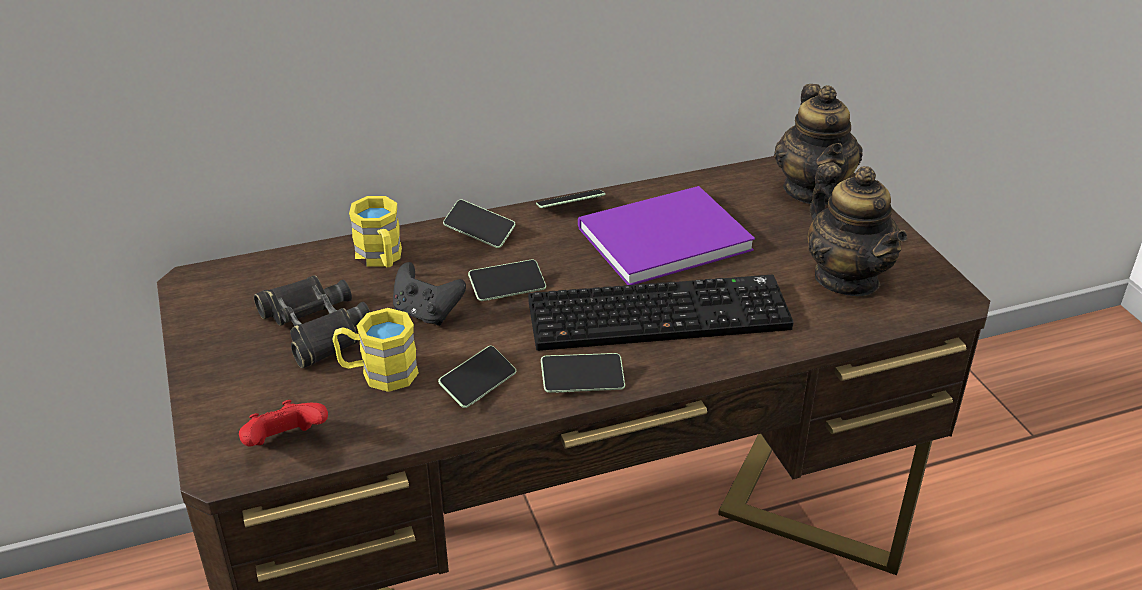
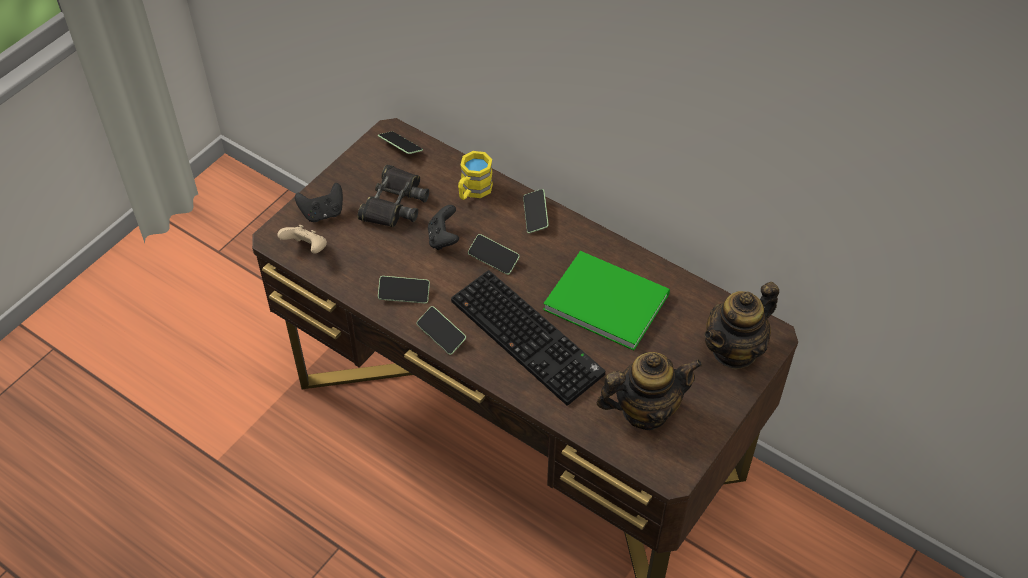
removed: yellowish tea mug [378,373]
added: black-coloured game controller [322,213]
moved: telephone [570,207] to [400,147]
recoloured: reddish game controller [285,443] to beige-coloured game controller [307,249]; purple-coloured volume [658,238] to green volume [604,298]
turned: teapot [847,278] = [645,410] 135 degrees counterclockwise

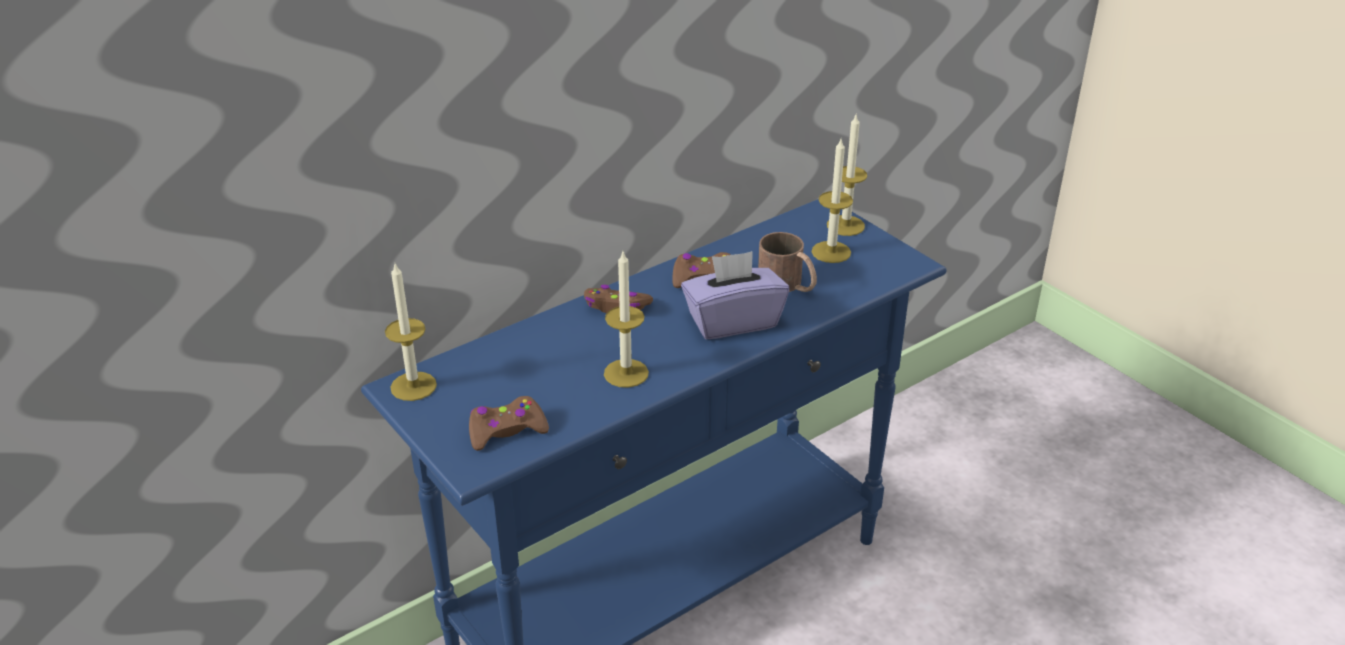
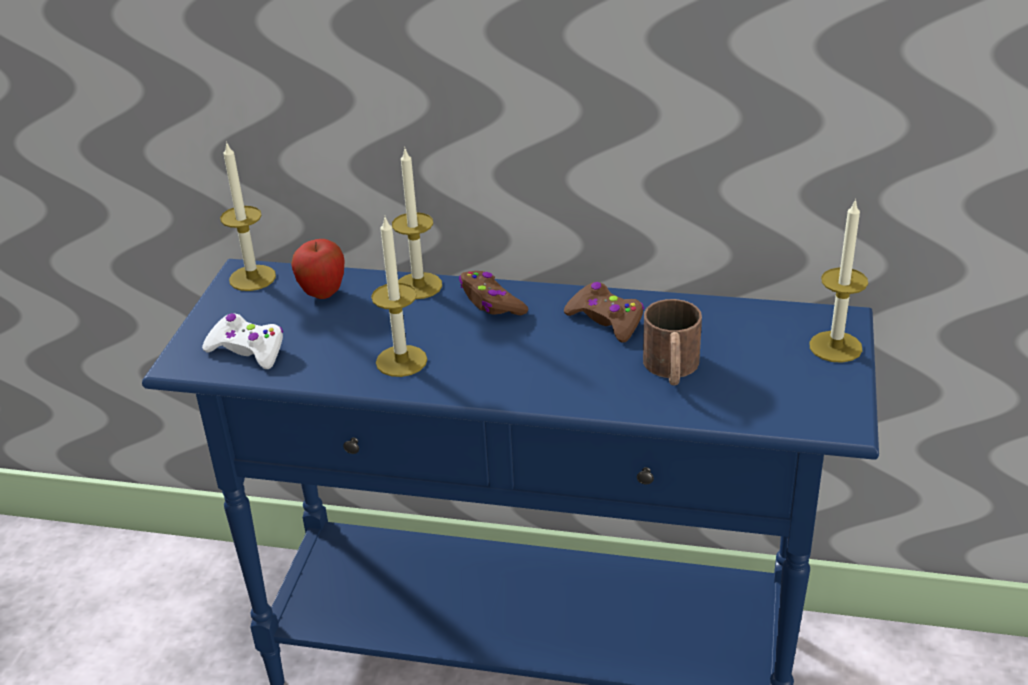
removed: purple-coloured box of tissues [733,321]
added: apple [323,294]
moved: wax candle [831,252] to [418,286]
recoloured: brownish game controller [506,431] to white game controller [247,350]

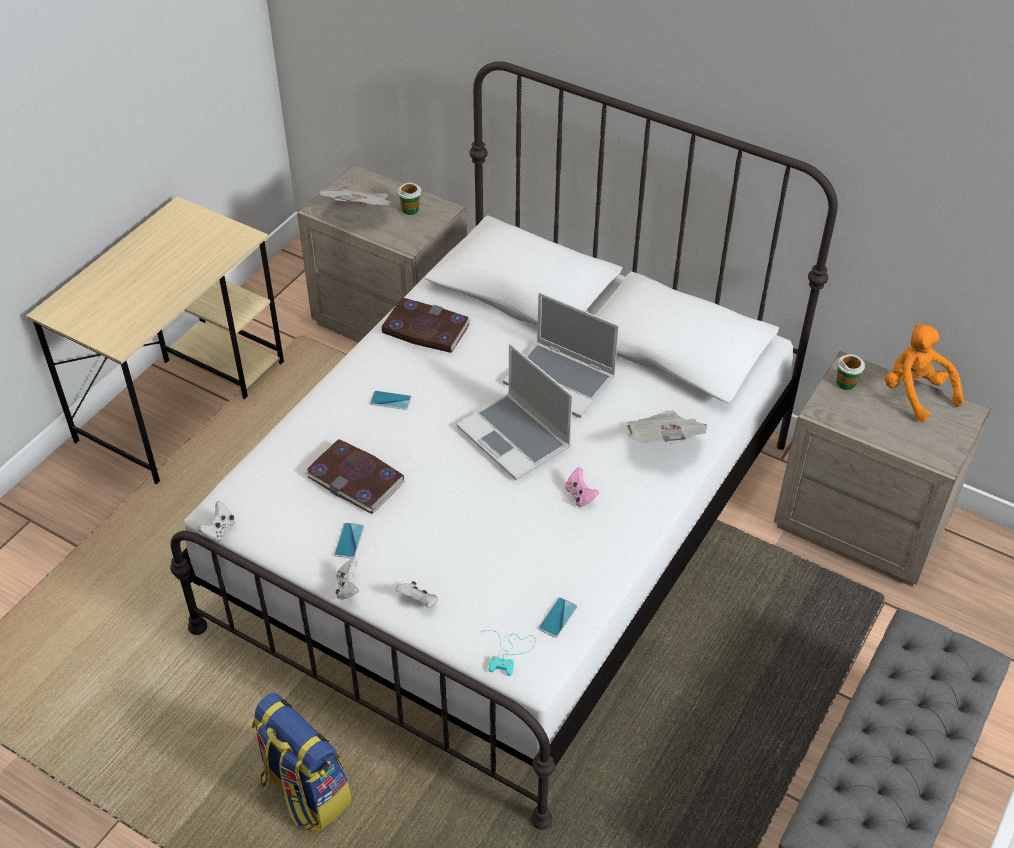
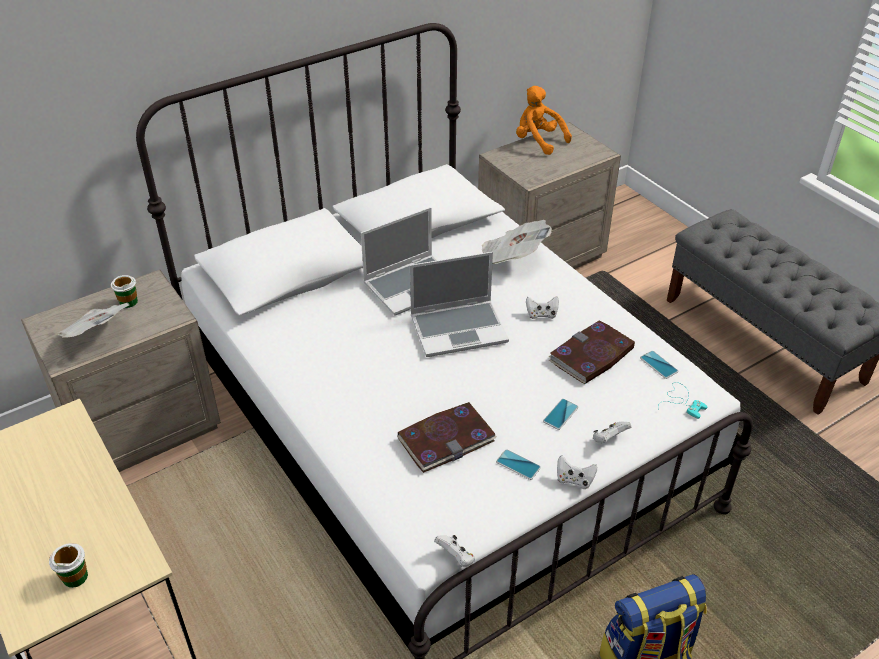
moved: telephone [390,400] to [560,414]; volume [425,329] to [591,355]; drinking cup [846,383] to [75,577]
recoloured: pinkish game controller [580,495] to white game controller [541,314]
turned: orange-coloured cuddly toy [915,393] = [538,141] 45 degrees clockwise

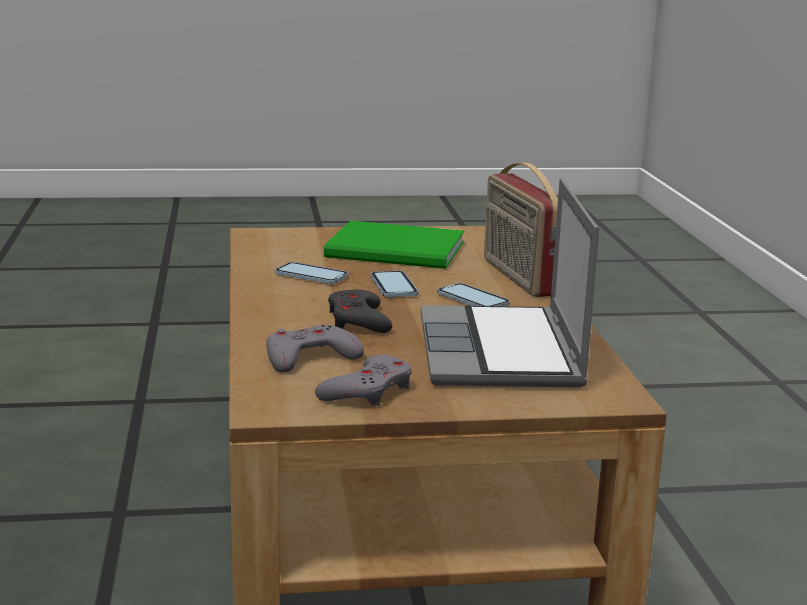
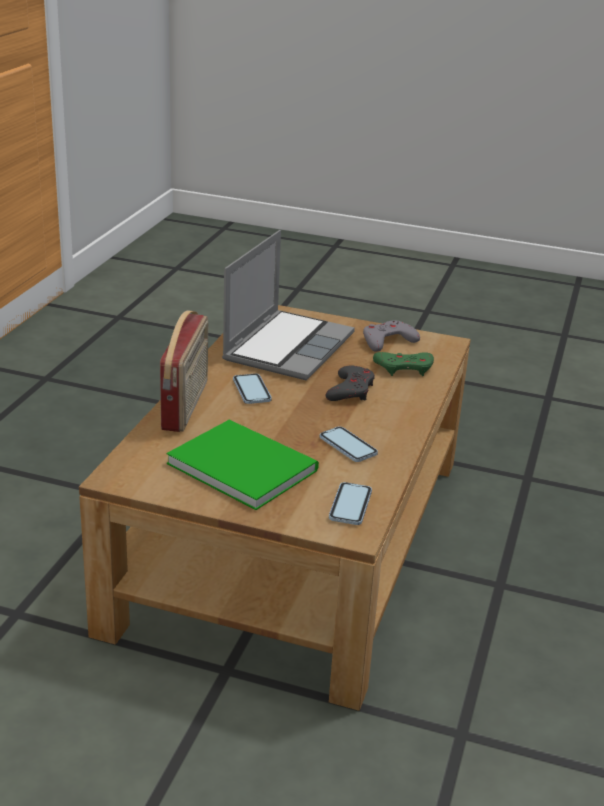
moved: telephone [393,286] to [350,505]
recoloured: greyish game controller [309,357] to green game controller [404,368]

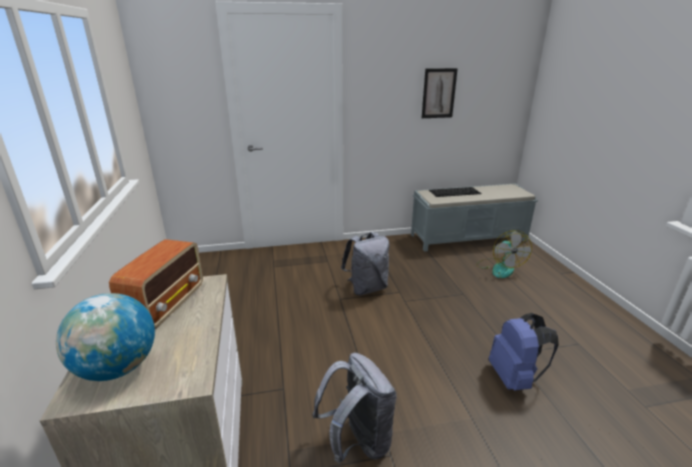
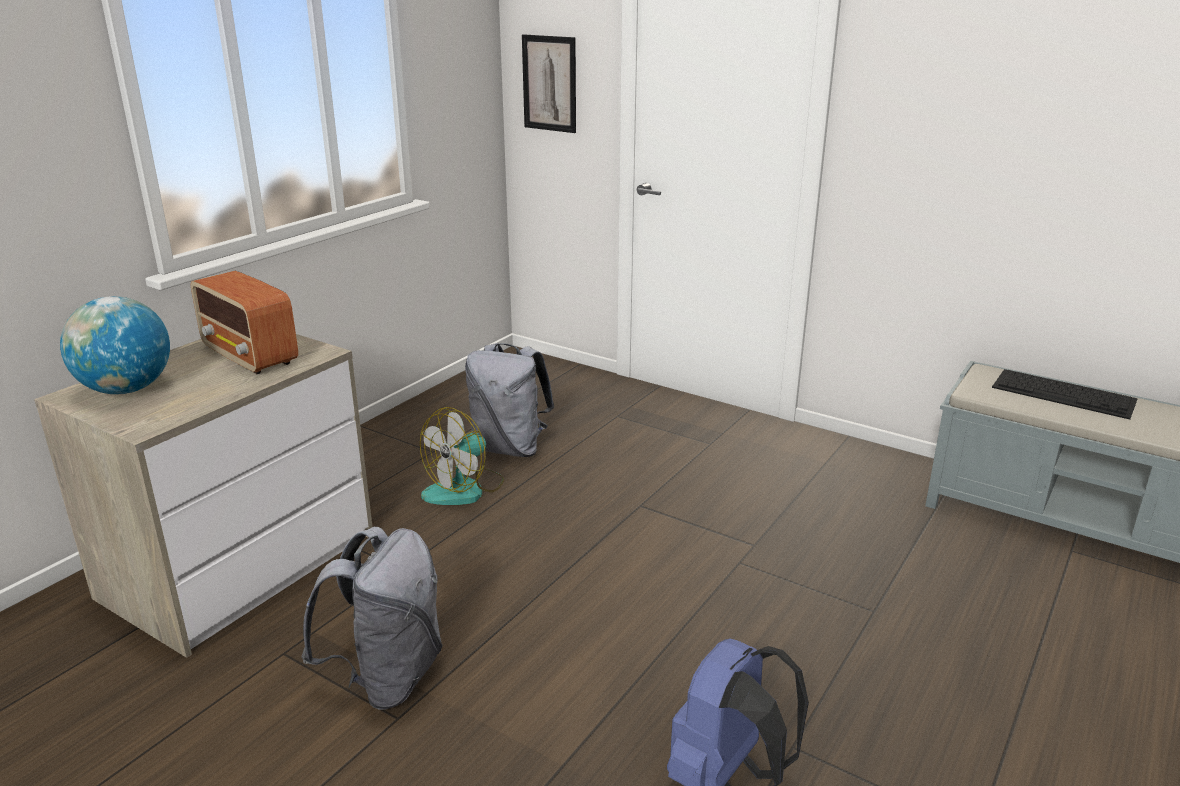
moved: greyish knapsack [366,288] to [510,448]; wall picture [438,93] to [549,83]; electric fan [499,268] to [464,489]
turned: radio [167,304] = [250,356] 75 degrees clockwise

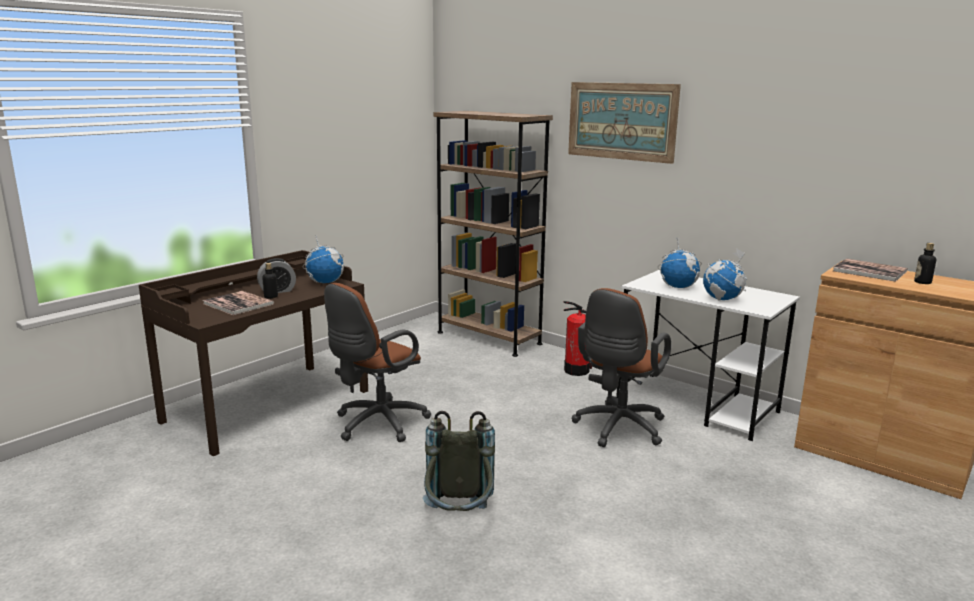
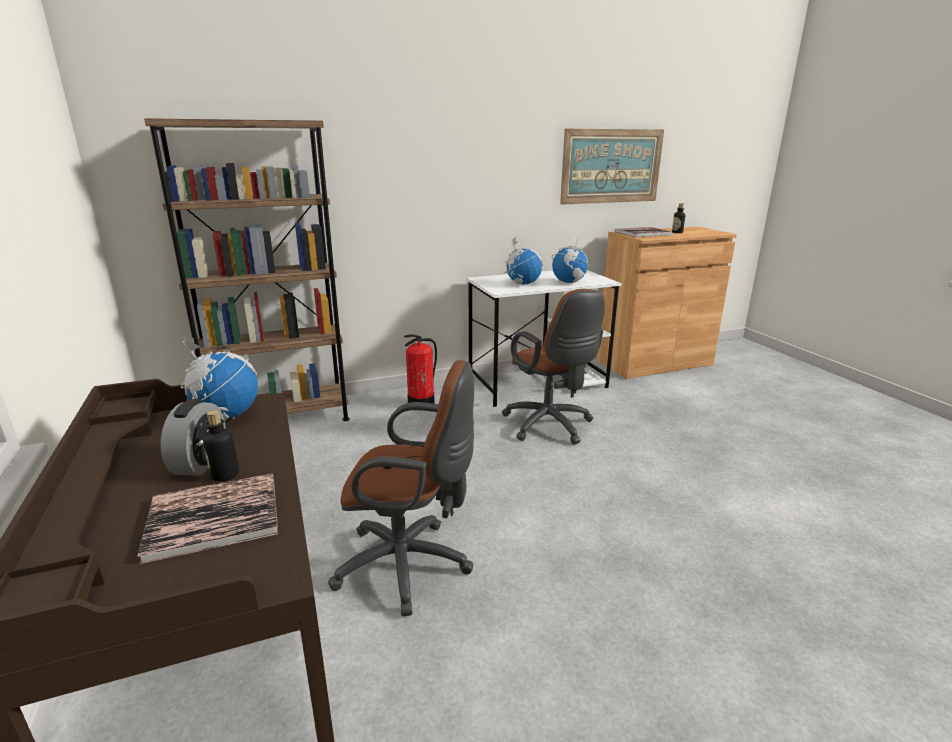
removed: greyish knapsack [459,519]
moved: wall picture [621,121] to [611,166]
turned: brownish computer chair [376,424] = [410,566] 60 degrees counterclockwise

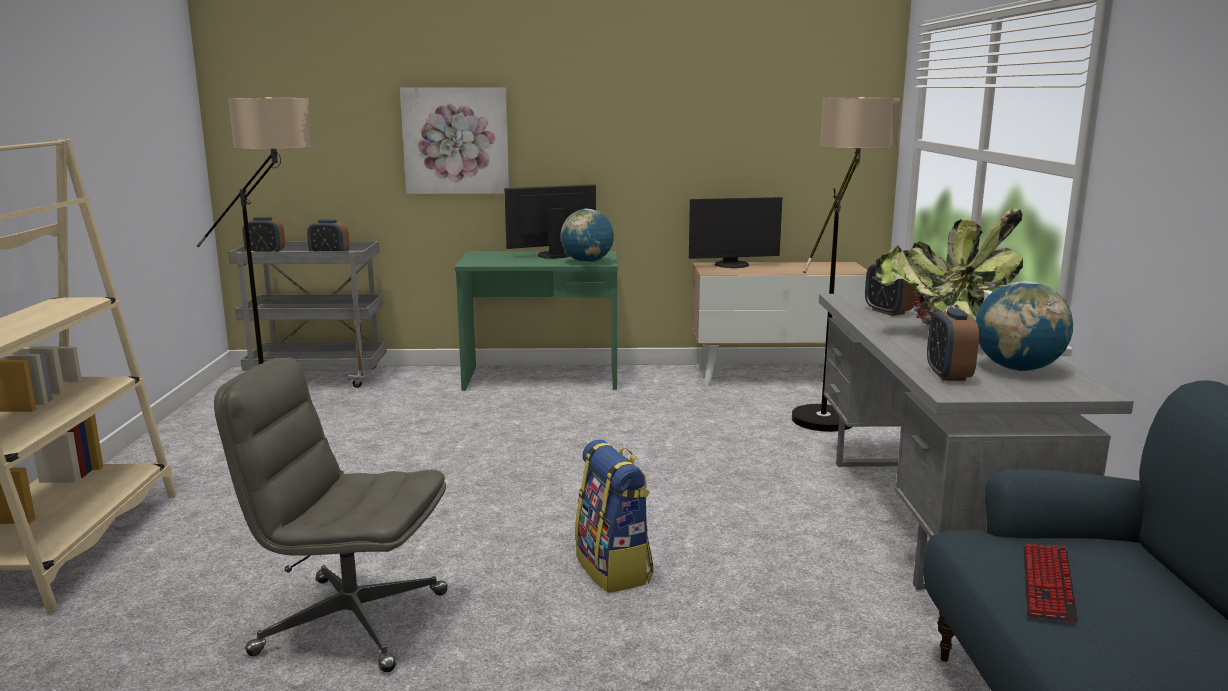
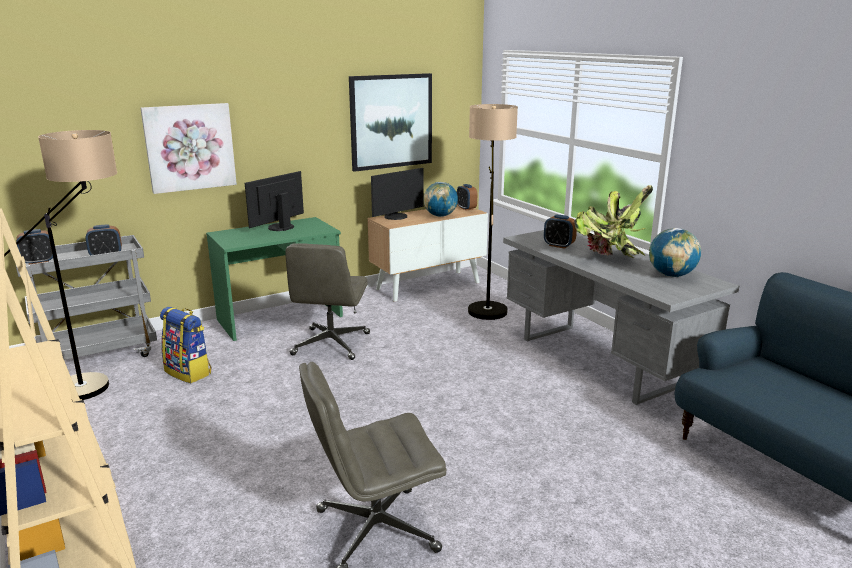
removed: PC keyboard [1047,584]
added: greyish computer chair [331,344]; wall picture [391,121]
moved: world globe [587,262] to [440,216]; knapsack [614,569] to [189,372]; bedside clock [948,375] to [466,208]

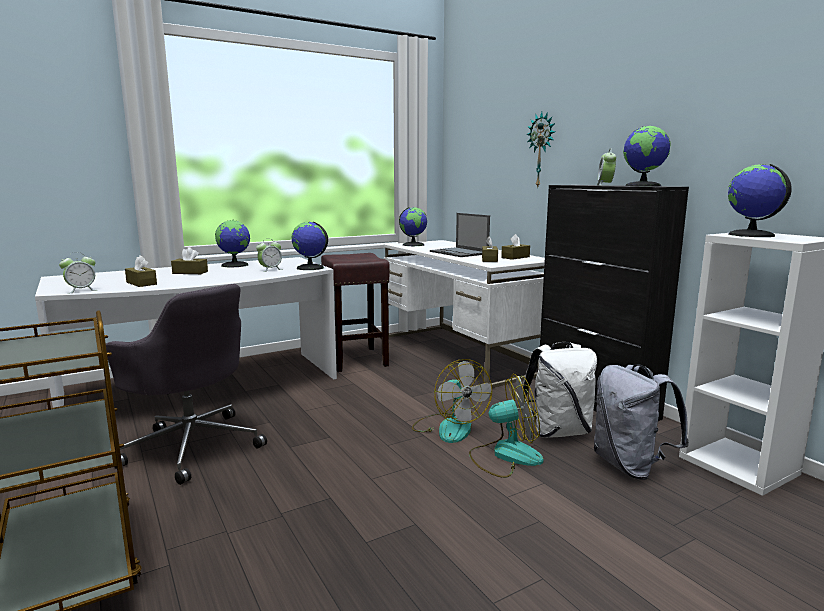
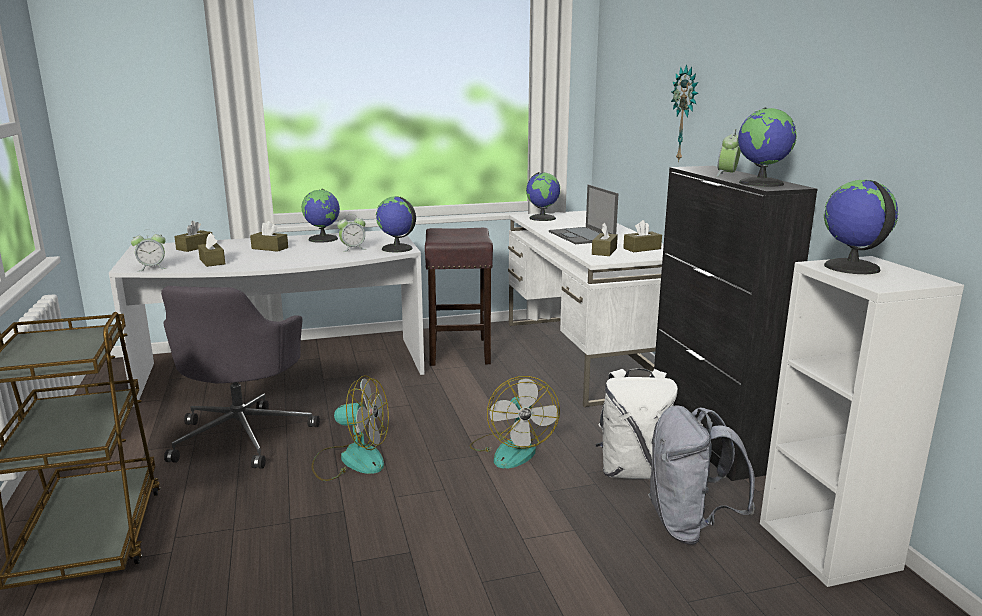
added: brownish box of tissues [195,247]
moved: electric fan [505,455] to [351,459]
turned: greyish computer chair [192,446] = [243,435] 45 degrees clockwise

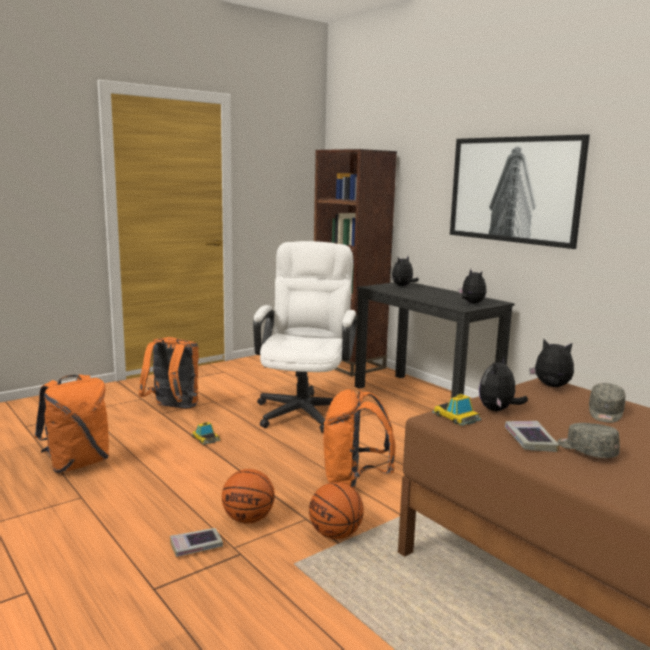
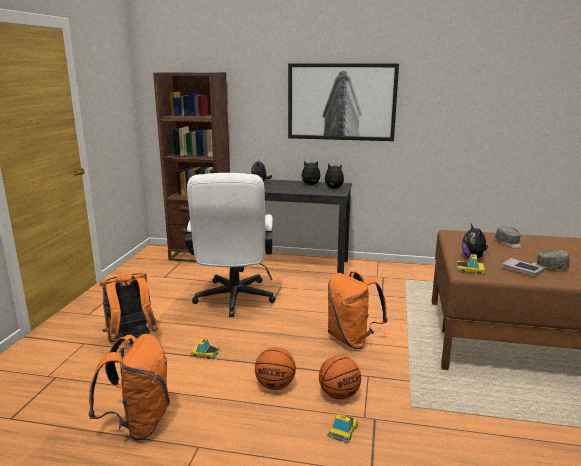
moved: basketball [335,534] to [275,385]; cuddly toy [551,387] to [311,185]
replaced: volume [196,546] to model car [343,430]
turned: white computer chair [305,409] = [233,301] 150 degrees counterclockwise

